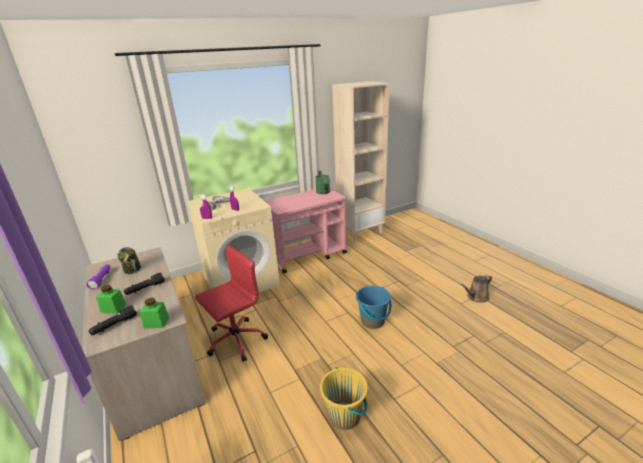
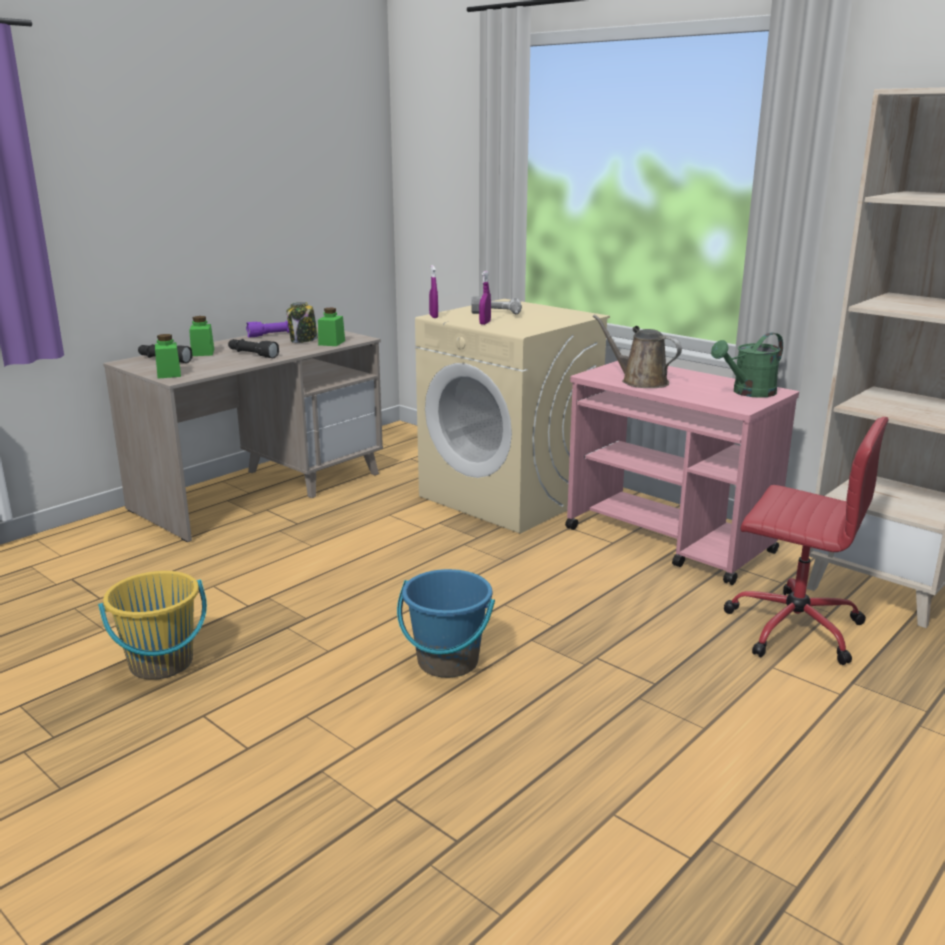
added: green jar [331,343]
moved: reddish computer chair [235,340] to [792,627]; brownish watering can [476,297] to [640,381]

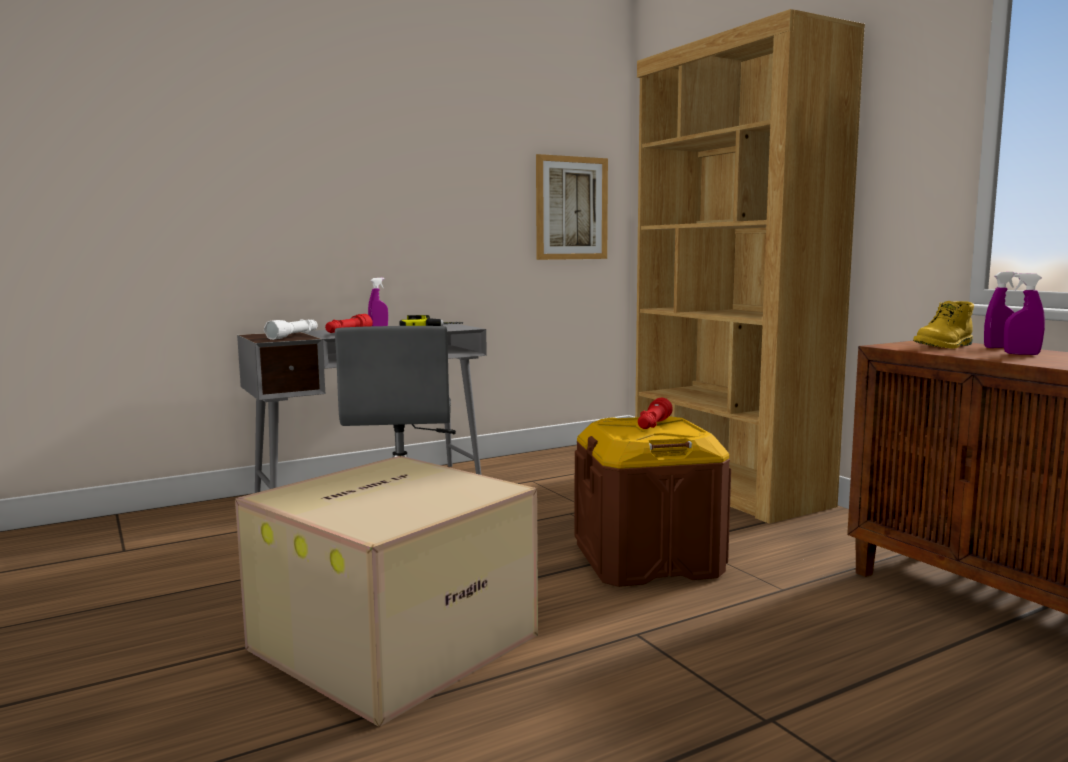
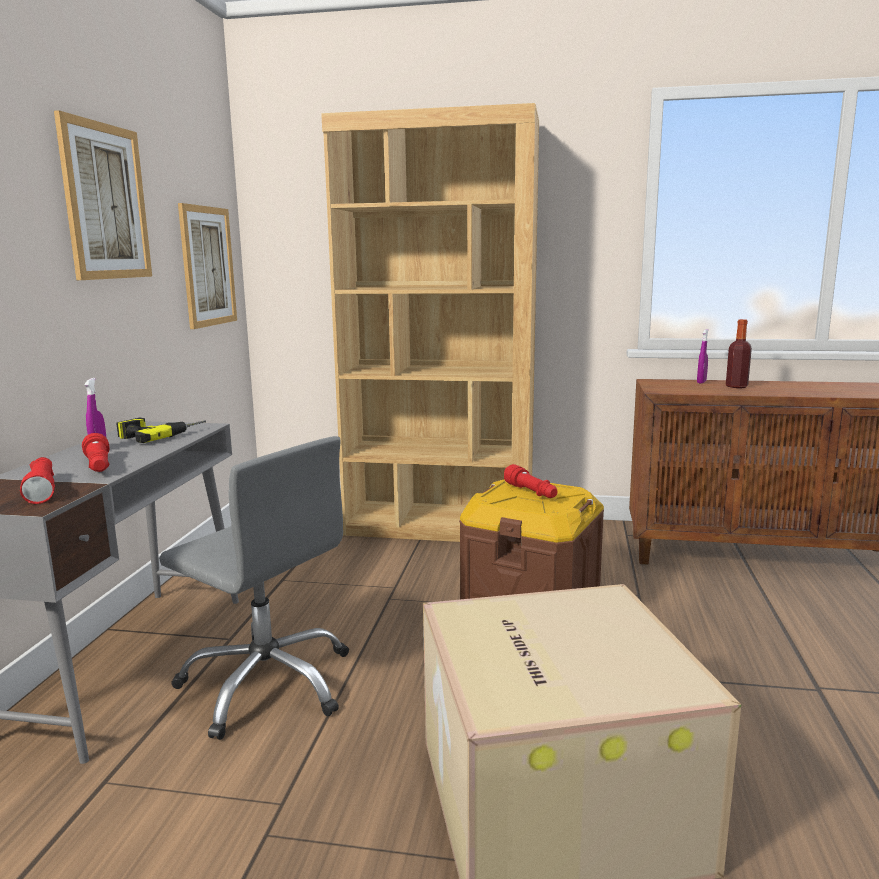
removed: yellowish high-top boot [944,346]
added: wall picture [105,202]
replaced: purple-coloured spray bottle [1021,354] to drink bottle [736,386]
recoloured: white torch [294,336] to reddish torch [42,489]

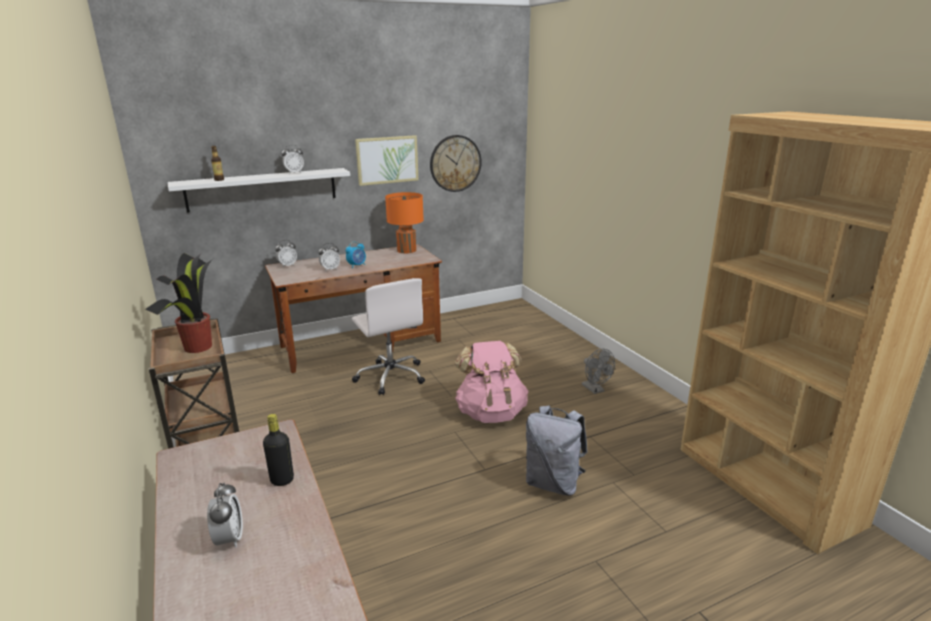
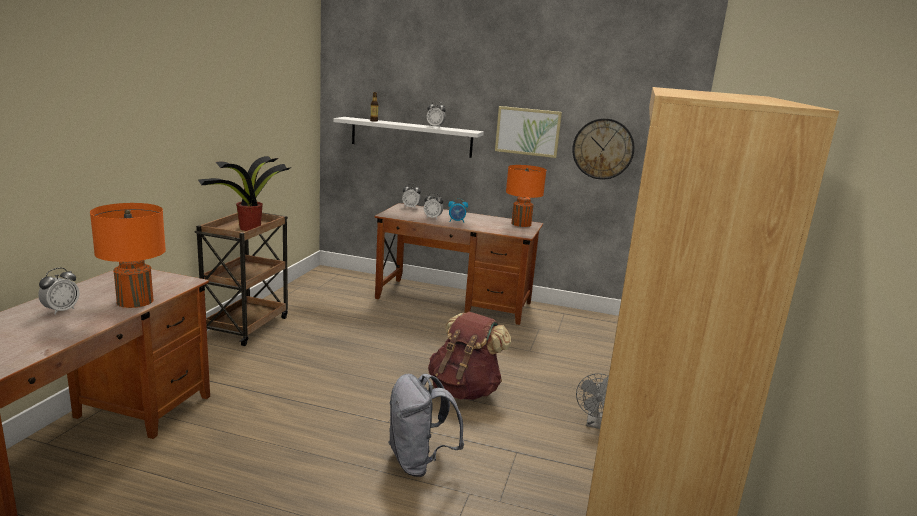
removed: white computer chair [390,376]
replaced: black-coloured drink bottle [282,480] to orange-coloured tabletop lamp [135,301]
recoloured: pinkish knapsack [491,413] to brownish knapsack [465,390]

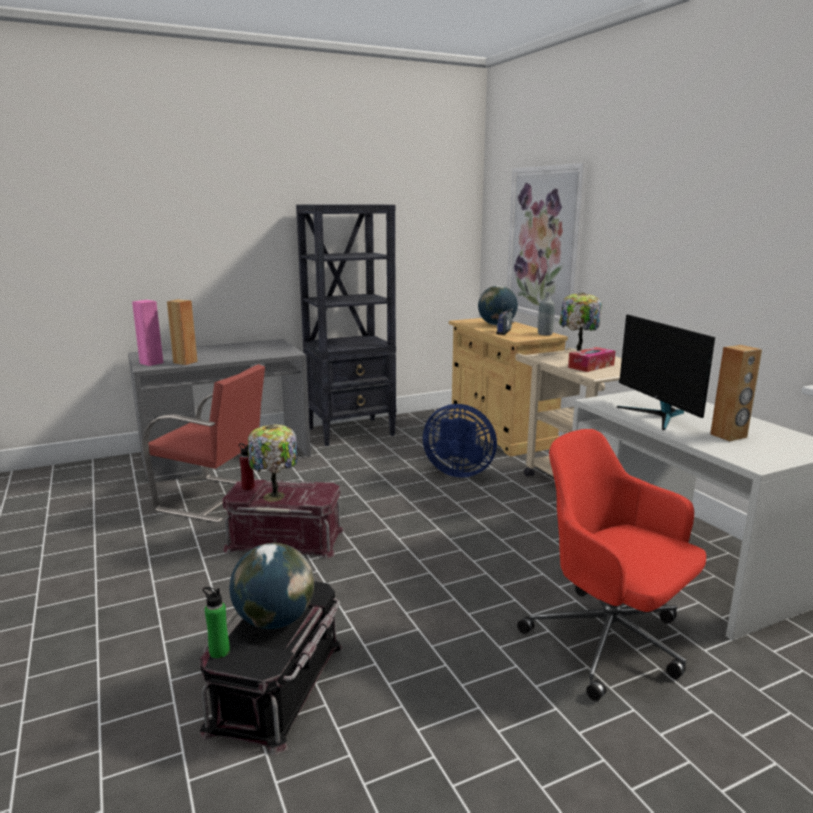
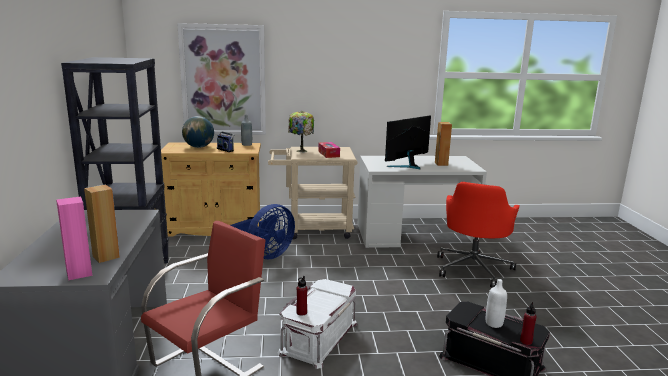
removed: tabletop lamp [275,497]
replaced: world globe [274,620] to white drink bottle [494,323]
recoloured: green drink bottle [219,651] to reddish drink bottle [526,341]; reddish storage bin [286,539] to white storage bin [318,337]
turned: reddish computer chair [609,642] = [473,268] 45 degrees counterclockwise; computer screen [658,416] = [407,166] 135 degrees clockwise

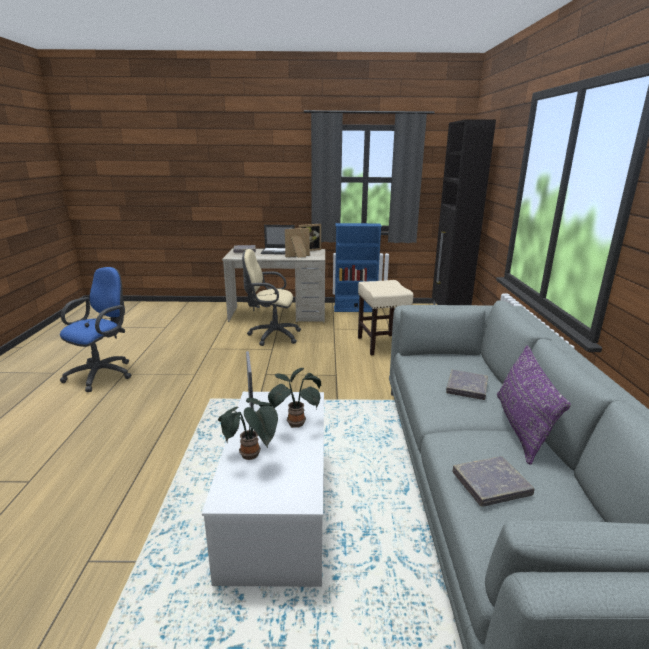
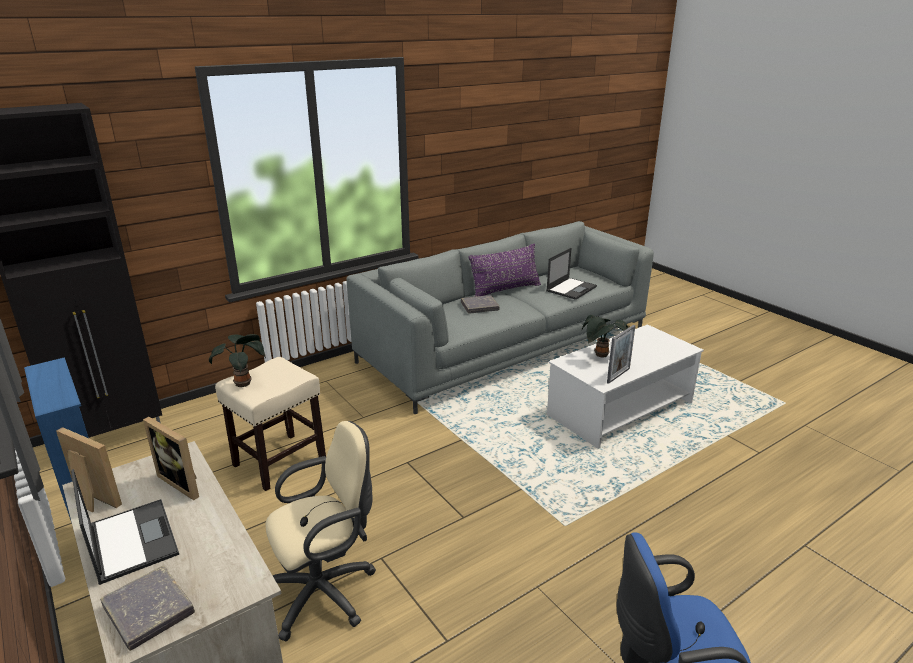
moved: houseplant [251,456] to [244,383]
replaced: greyish volume [491,484] to laptop [571,288]
turned: beige-coloured computer chair [271,336] = [326,591] 90 degrees counterclockwise

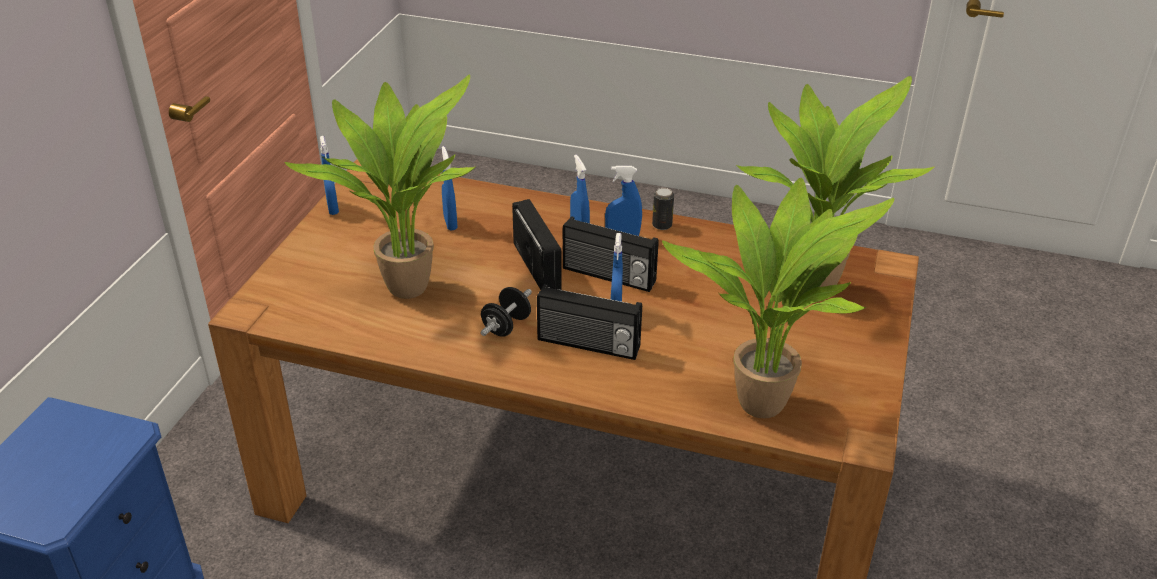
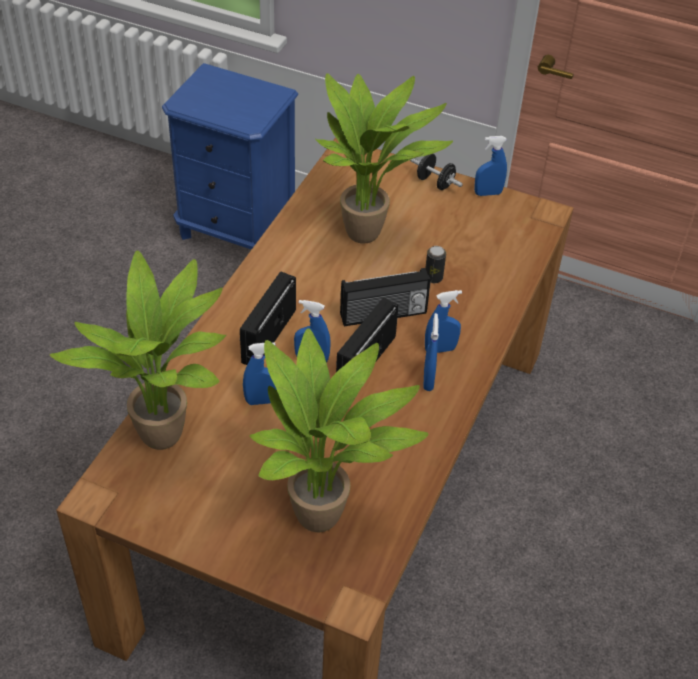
moved: bluish spray bottle [450,223] to [262,401]; black-coloured free weight [506,326] to [435,182]; sealed can [662,225] to [433,278]

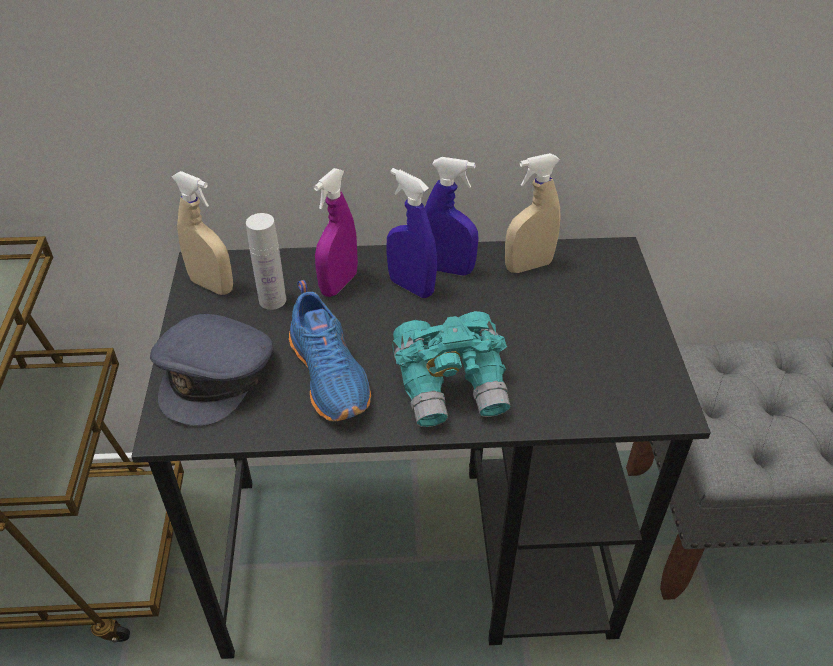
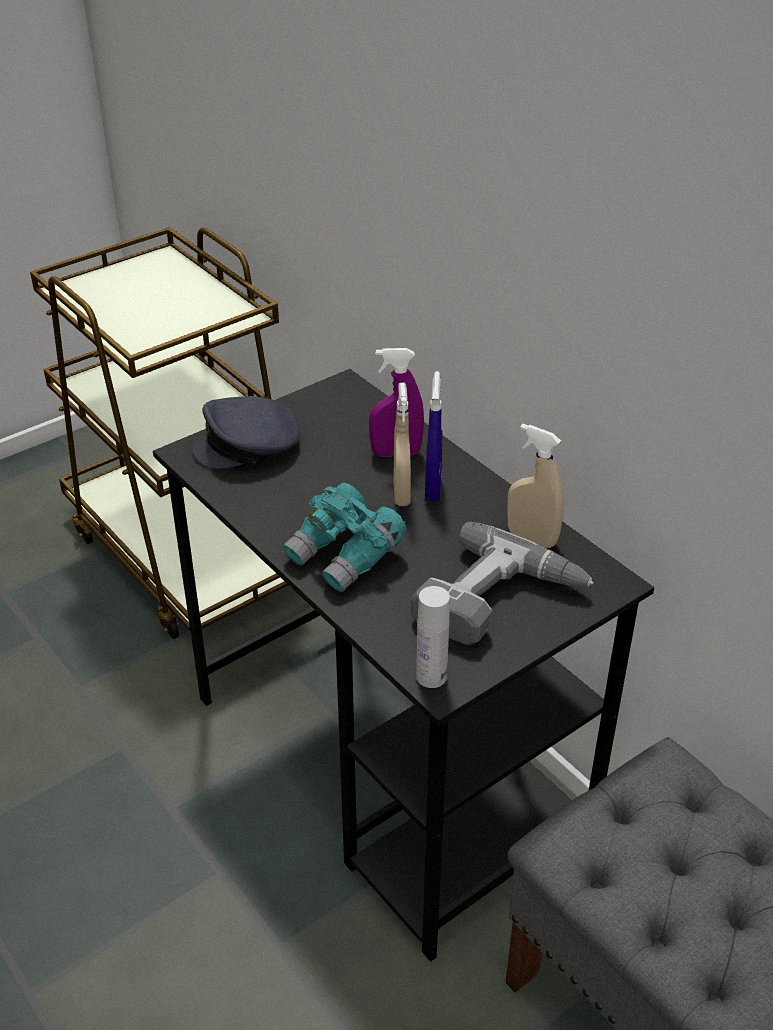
removed: bluish shoe [331,375]; bluish spray bottle [448,269]
added: electric drill [500,602]
moved: beige-coloured spray bottle [212,285] to [401,494]; white drink bottle [272,300] to [431,676]

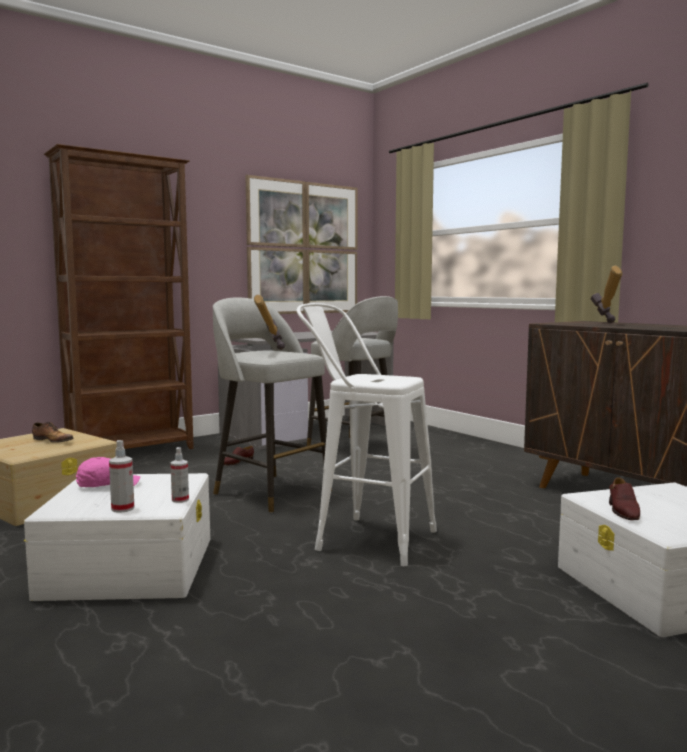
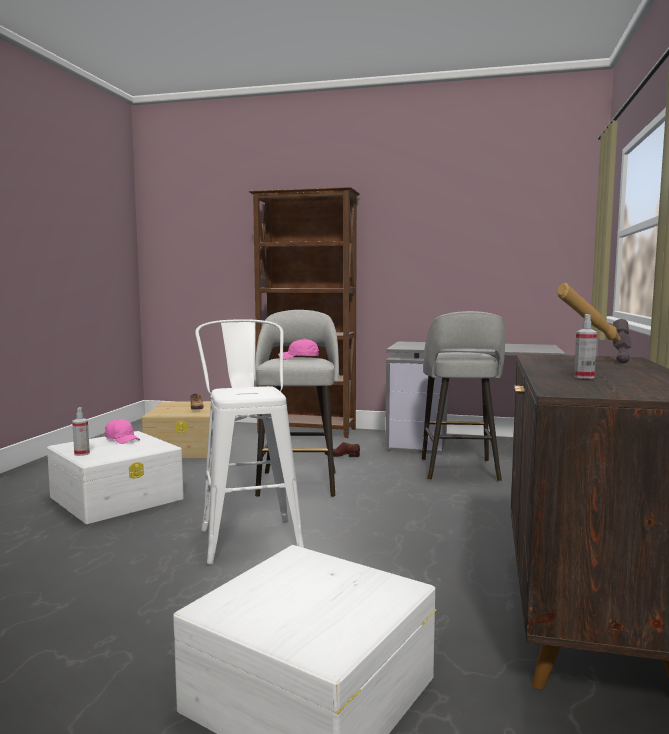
removed: wall picture [304,248]; brownish shoe [623,511]
moved: spray bottle [180,500] to [584,377]
replaced: hand hammer [266,351] to pinkish cap [299,358]

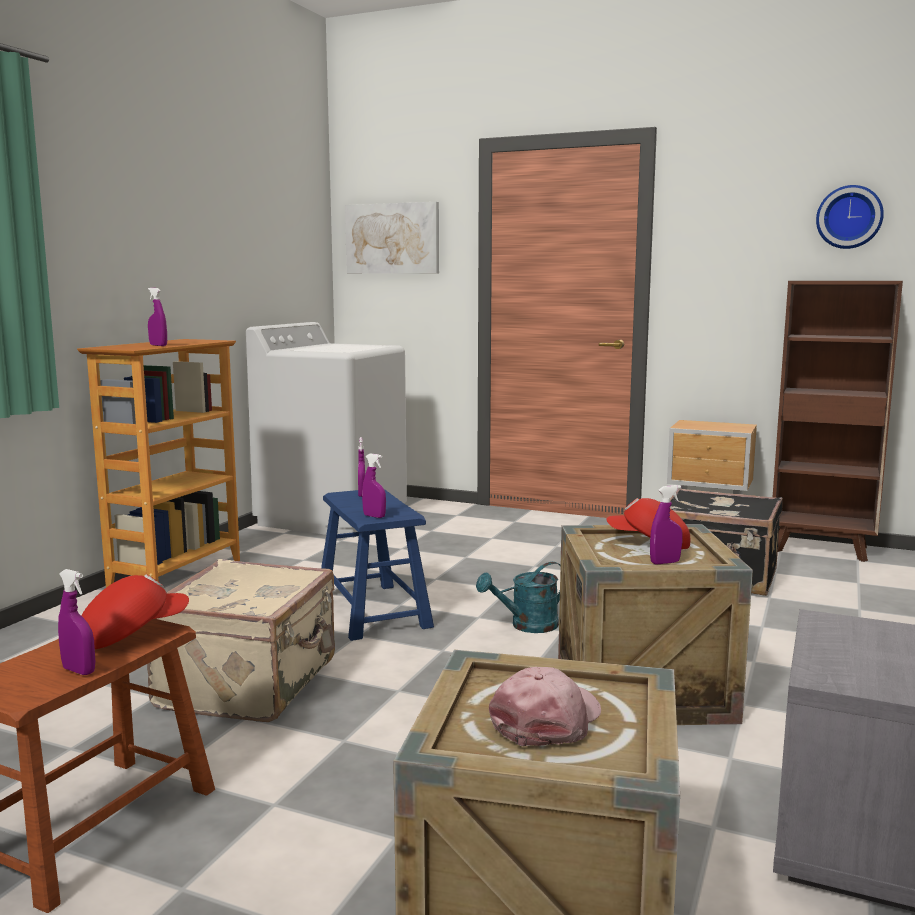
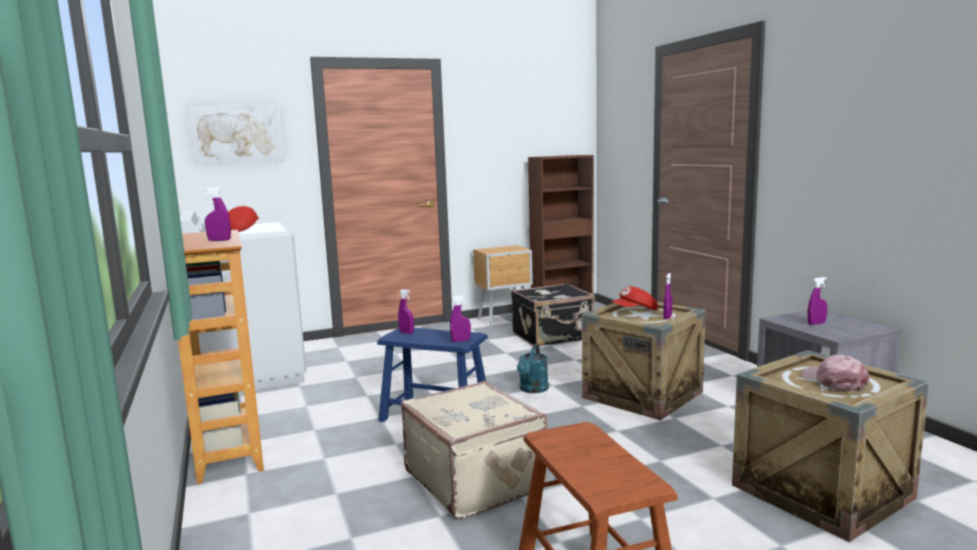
removed: hanging clock [849,217]
moved: purple-coloured spray bottle [79,671] to [816,323]; reddish cap [132,634] to [242,229]

